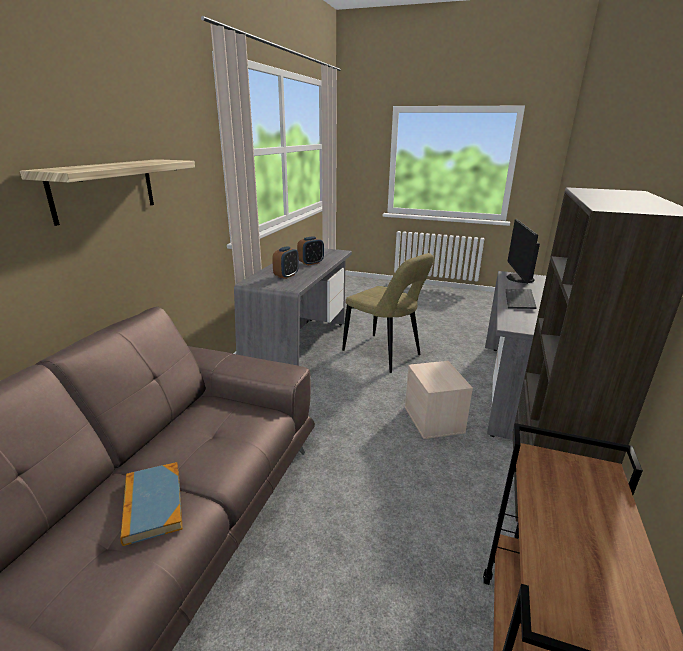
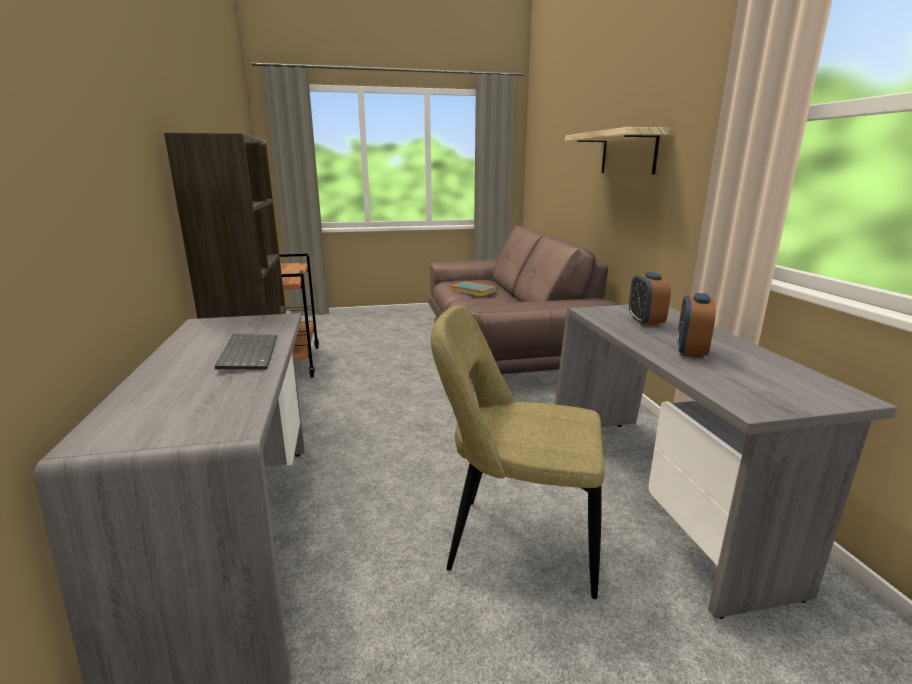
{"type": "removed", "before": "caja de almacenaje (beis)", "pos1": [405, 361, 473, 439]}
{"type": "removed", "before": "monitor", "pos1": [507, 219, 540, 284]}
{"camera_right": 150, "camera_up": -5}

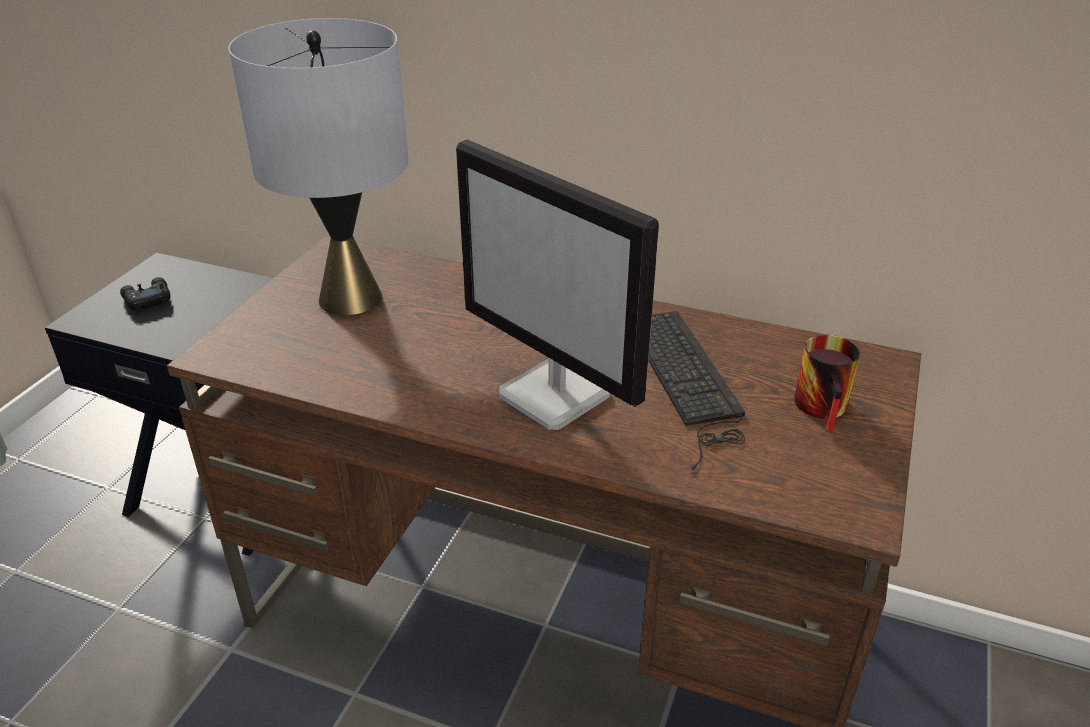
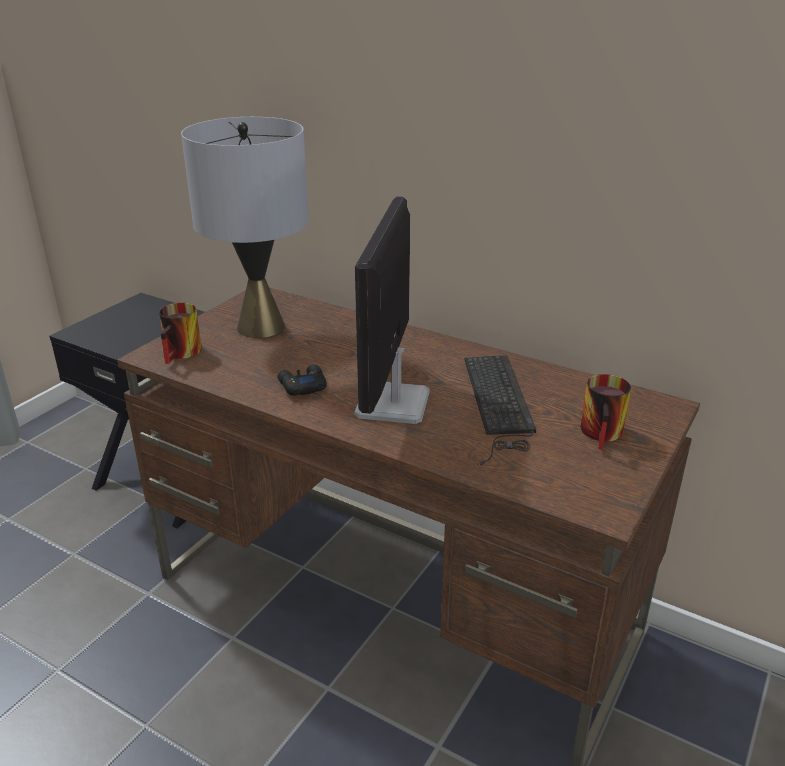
{"type": "added", "after": "taza grande", "pos2": [159, 303, 202, 364]}
{"type": "moved", "before": "mando de consola (negro)", "pos1": [120, 277, 171, 310], "pos2": [277, 365, 327, 396]}
{"type": "turned", "before": "monitor", "pos1": [456, 140, 659, 430], "pos2": [354, 196, 430, 424], "turn": 45}
{"camera_right": 10, "camera_up": -5}

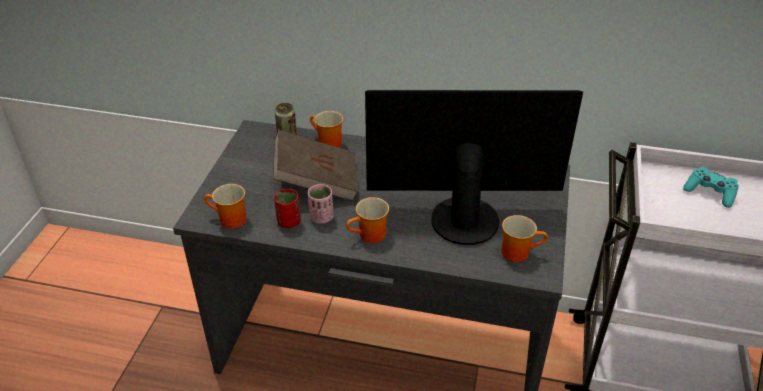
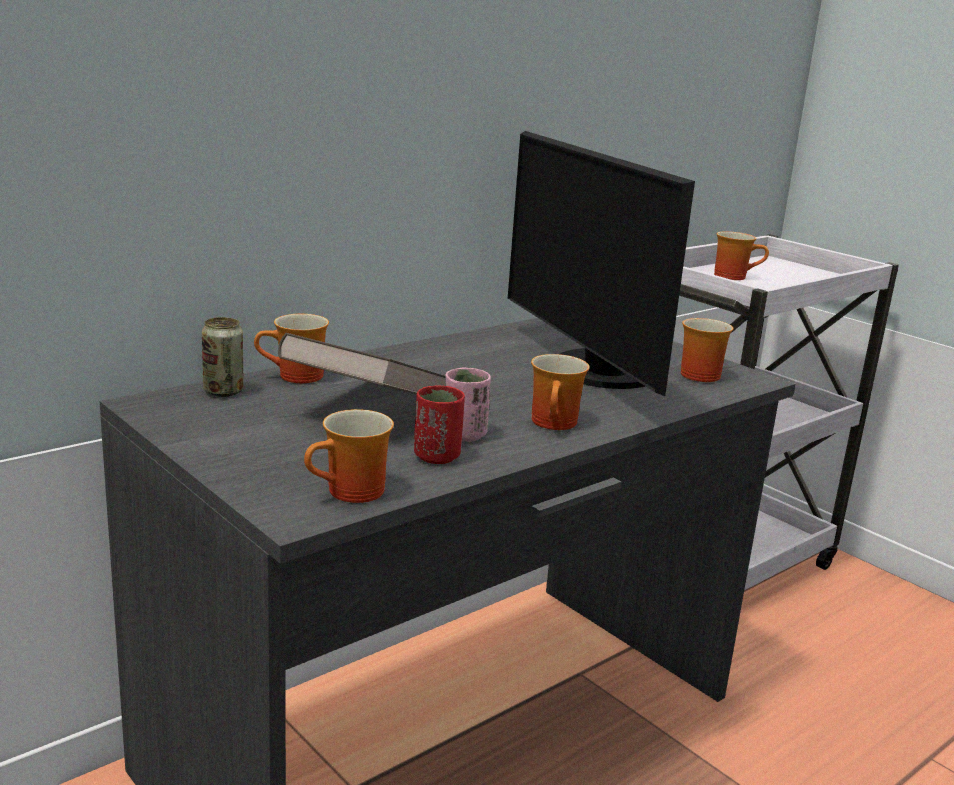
{"type": "replaced", "before": "mando de consola (turquesa)", "after": "taza grande", "pos1": [683, 167, 739, 208], "pos2": [714, 231, 769, 280]}
{"type": "turned", "before": "monitor", "pos1": [365, 90, 583, 245], "pos2": [508, 131, 695, 396], "turn": -60}
{"camera_right": -55, "camera_up": -20}

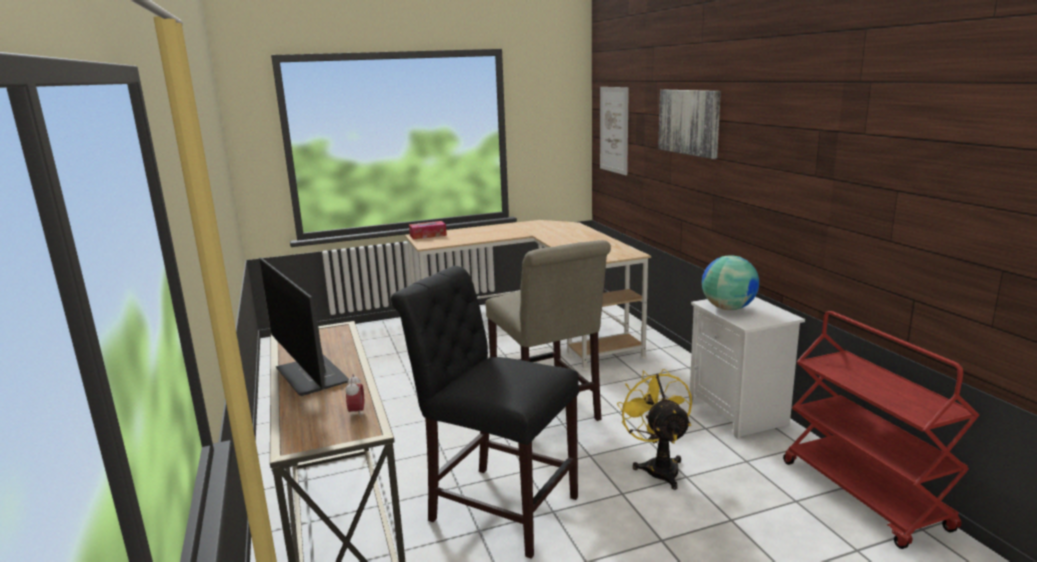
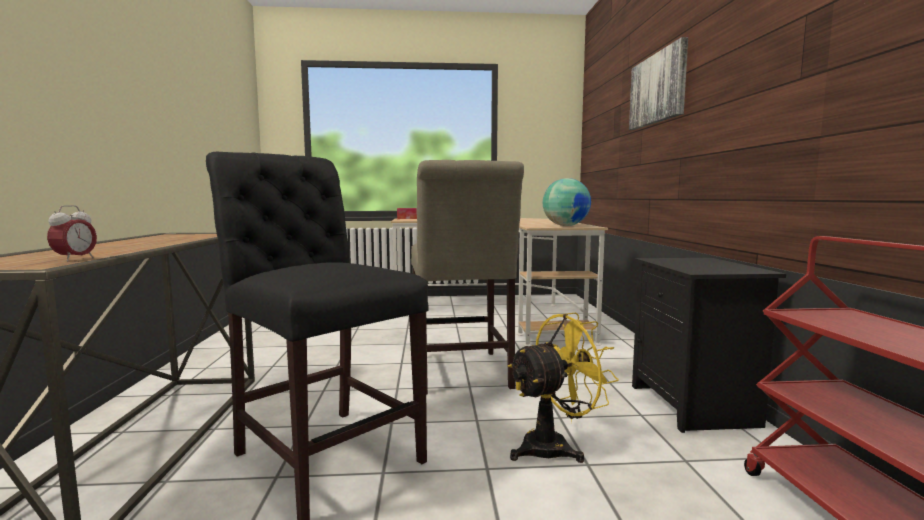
{"type": "removed", "before": "monitor", "pos1": [259, 258, 349, 396]}
{"type": "removed", "before": "cuadro", "pos1": [600, 87, 629, 175]}
{"type": "moved", "before": "globo terráqueo", "pos1": [702, 255, 759, 310], "pos2": [543, 178, 591, 226]}
{"type": "recoloured", "before": "mesita de noche (blanco)", "after": "mesita de noche (negro)", "pos1": [689, 297, 805, 439], "pos2": [632, 258, 786, 433]}
{"type": "turned", "before": "ventilador (amarillo)", "pos1": [617, 369, 692, 490], "pos2": [507, 312, 619, 463], "turn": 60}
{"camera_right": 15, "camera_up": -10}

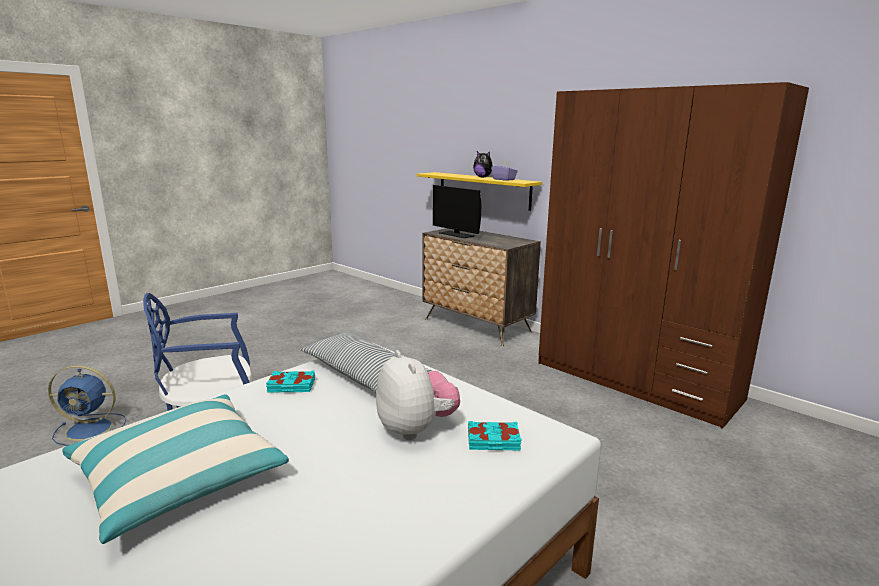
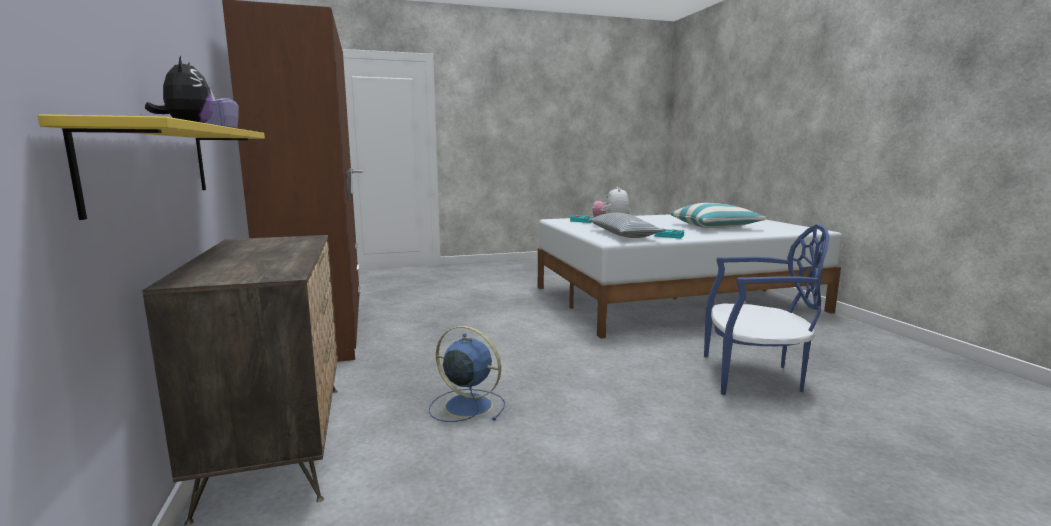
{"type": "removed", "before": "monitor", "pos1": [433, 185, 481, 238]}
{"type": "moved", "before": "ventilador (azul)", "pos1": [48, 365, 126, 446], "pos2": [429, 326, 505, 422]}
{"camera_right": -150, "camera_up": -5}

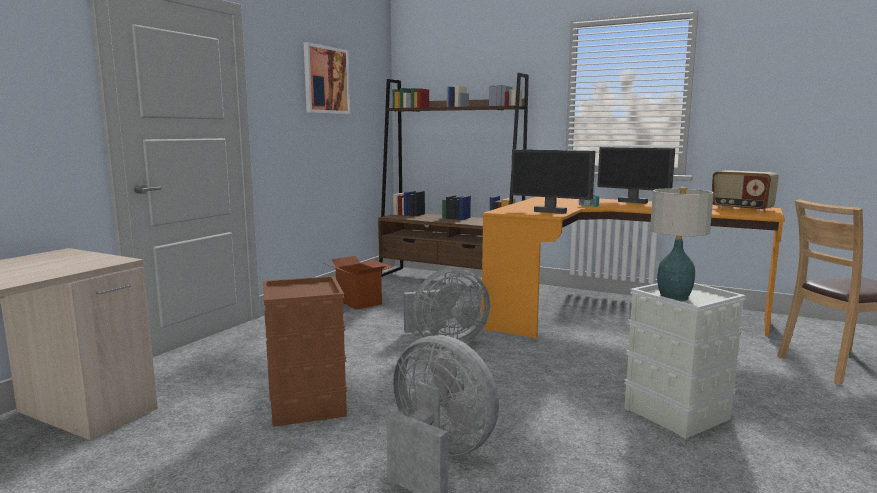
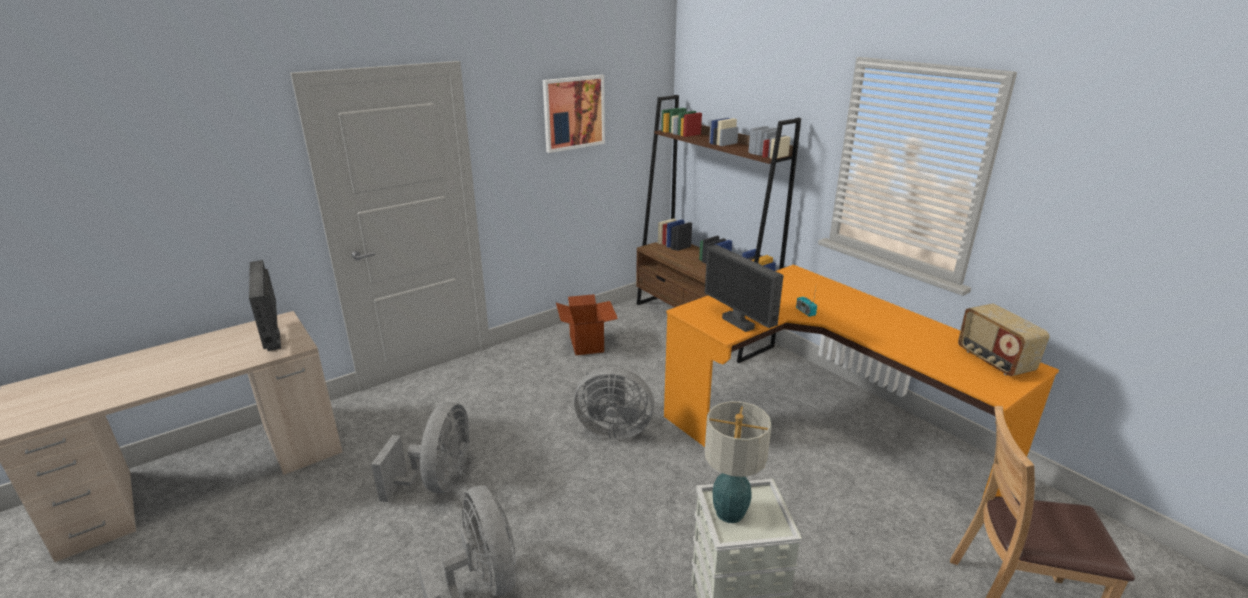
{"type": "moved", "before": "monitor", "pos1": [597, 147, 675, 204], "pos2": [249, 260, 281, 351]}
{"type": "replaced", "before": "caja de almacenaje (marrón)", "after": "ventilador (gris)", "pos1": [263, 276, 347, 427], "pos2": [371, 402, 470, 502]}
{"camera_right": 25, "camera_up": 15}

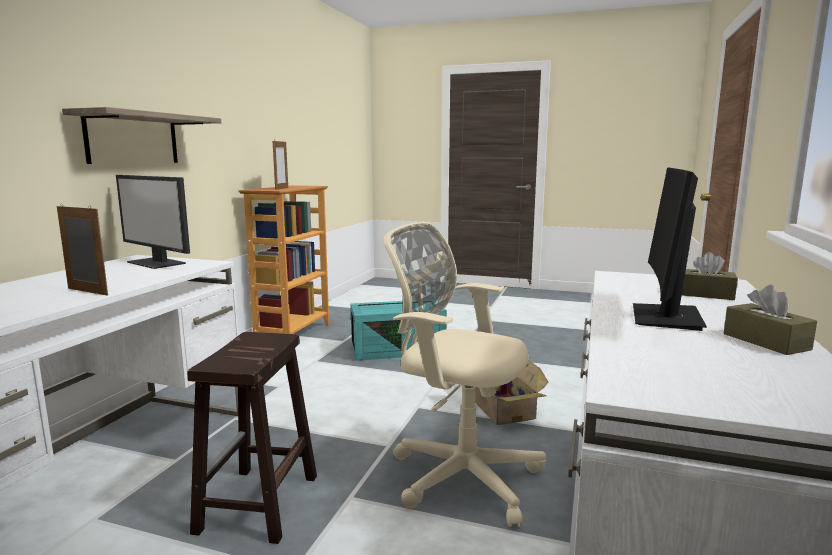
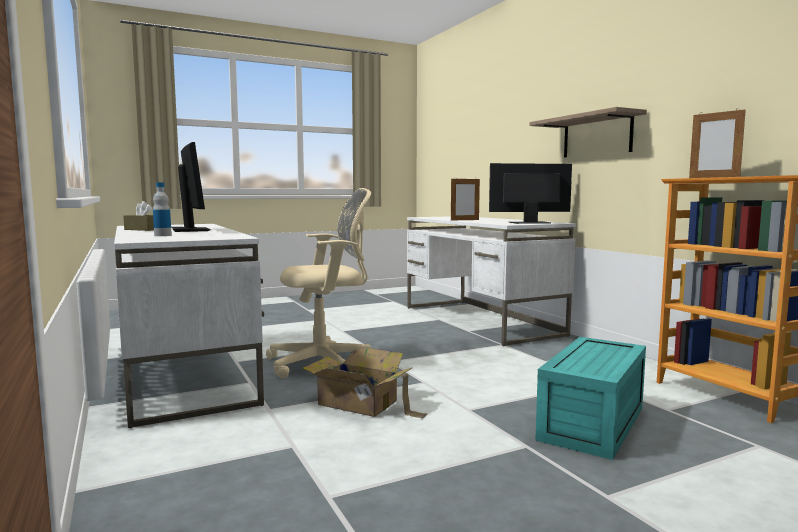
{"type": "removed", "before": "taburete (marrón)", "pos1": [187, 332, 317, 544]}
{"type": "replaced", "before": "caja de pañuelos (marrón)", "after": "botella", "pos1": [682, 252, 738, 300], "pos2": [153, 182, 172, 236]}
{"camera_right": 135, "camera_up": -5}

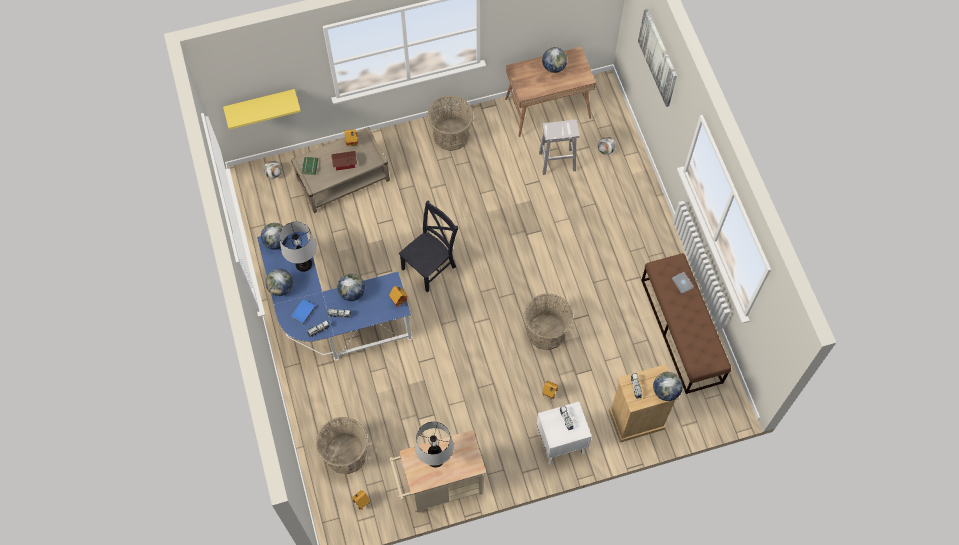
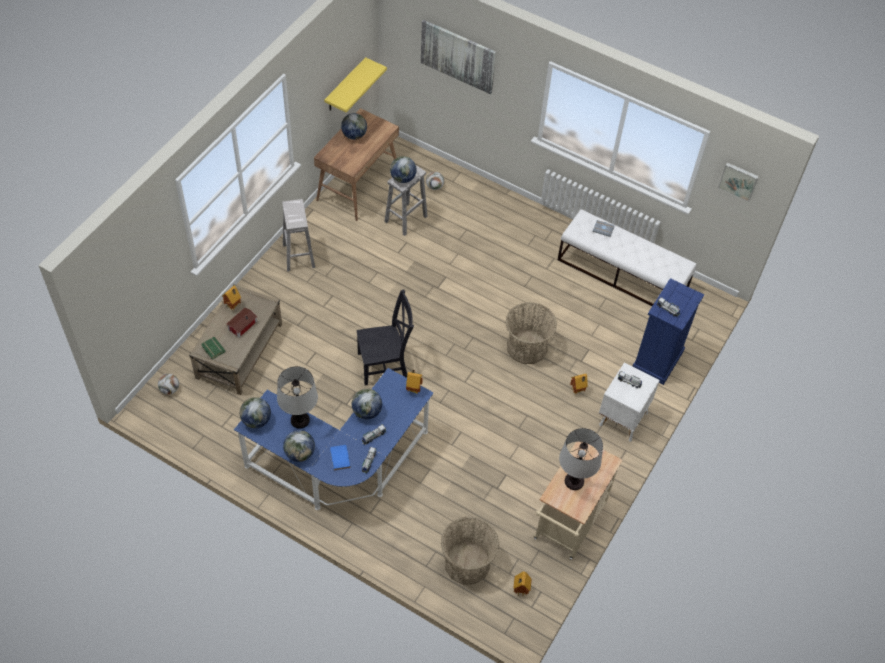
{"type": "added", "after": "cuadro", "pos2": [718, 162, 759, 202]}
{"type": "moved", "before": "estante (amarillo)", "pos1": [223, 89, 301, 130], "pos2": [324, 57, 387, 112]}
{"type": "moved", "before": "globo terráqueo", "pos1": [653, 372, 683, 401], "pos2": [390, 156, 417, 183]}
{"type": "replaced", "before": "cesta", "after": "taburete (blanco)", "pos1": [428, 96, 473, 151], "pos2": [282, 199, 315, 272]}
{"type": "recoloured", "before": "cómoda (beis)", "after": "cómoda (azul)", "pos1": [609, 364, 679, 443], "pos2": [633, 278, 704, 385]}
{"type": "recoloured", "before": "banco (marrón)", "after": "banco (blanco)", "pos1": [641, 253, 731, 394], "pos2": [558, 209, 697, 306]}
{"type": "turned", "before": "silla (negro)", "pos1": [399, 200, 459, 293], "pos2": [356, 289, 414, 386], "turn": 75}
{"camera_right": -45, "camera_up": -10}

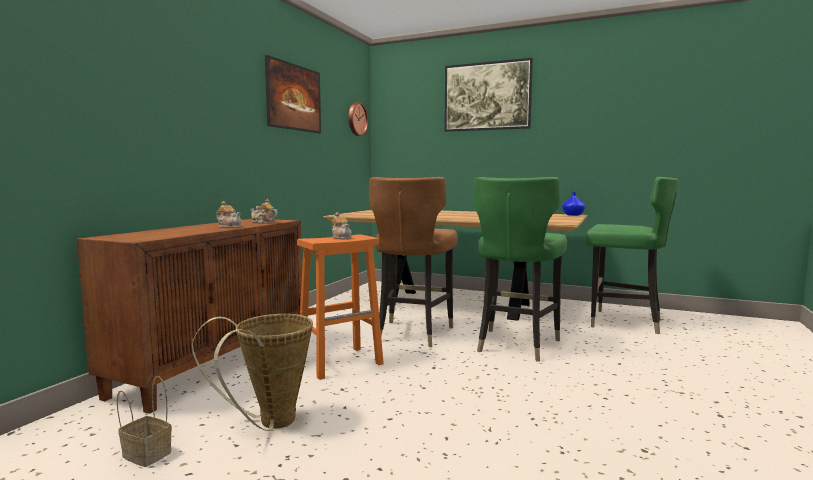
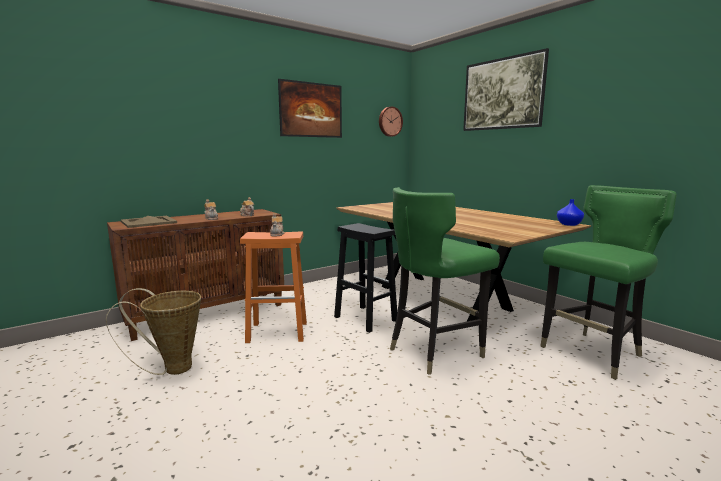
{"type": "removed", "before": "cesta", "pos1": [117, 376, 172, 467]}
{"type": "added", "after": "bandeja (beis)", "pos2": [121, 216, 177, 228]}
{"type": "replaced", "before": "silla (marrón)", "after": "taburete (negro)", "pos1": [369, 177, 458, 347], "pos2": [334, 223, 397, 333]}
{"type": "turned", "before": "silla (verde)", "pos1": [586, 177, 679, 334], "pos2": [540, 185, 677, 380], "turn": -90}
{"camera_right": 30, "camera_up": 5}

